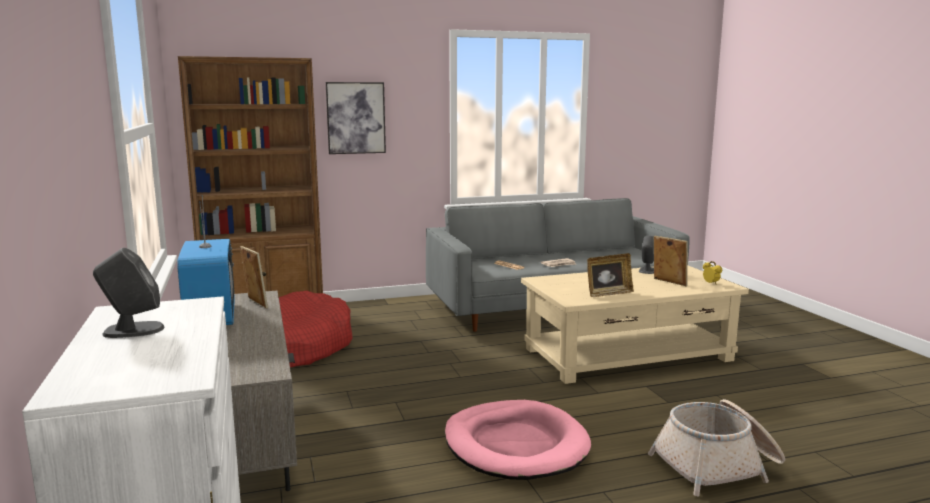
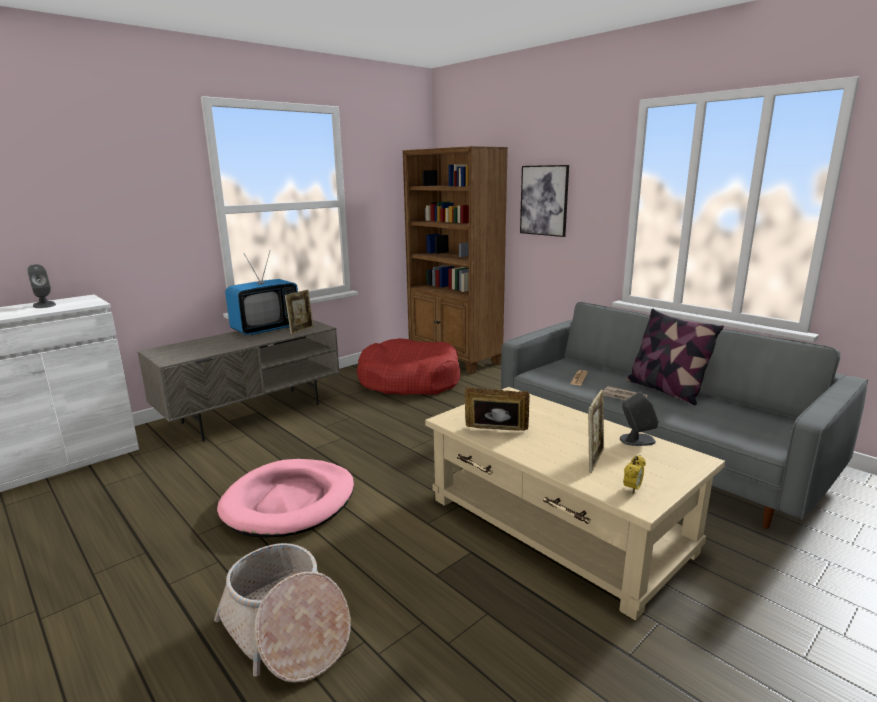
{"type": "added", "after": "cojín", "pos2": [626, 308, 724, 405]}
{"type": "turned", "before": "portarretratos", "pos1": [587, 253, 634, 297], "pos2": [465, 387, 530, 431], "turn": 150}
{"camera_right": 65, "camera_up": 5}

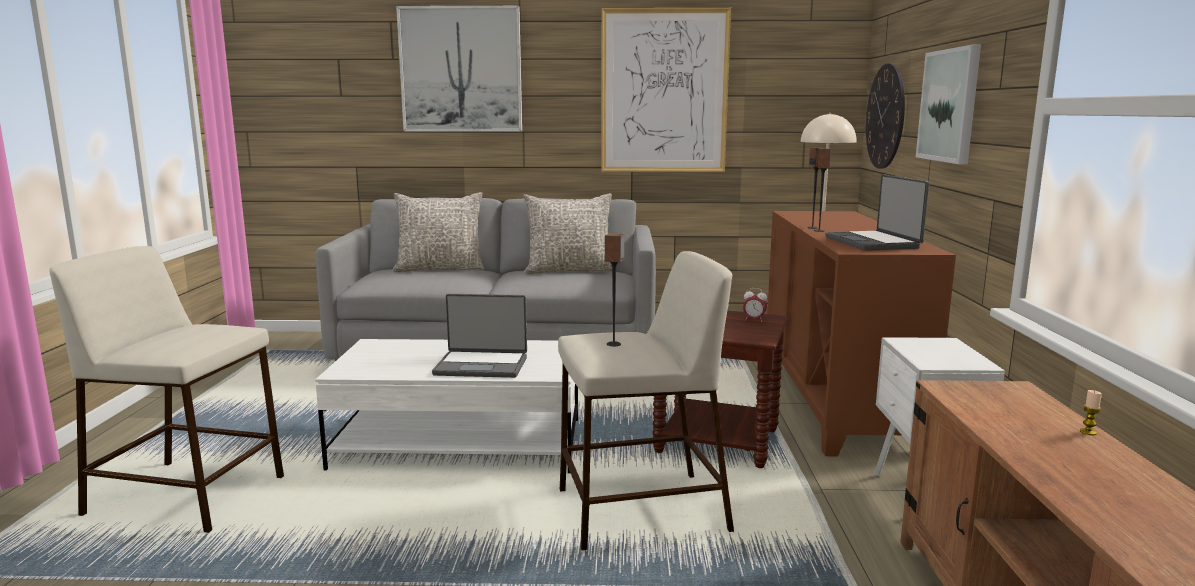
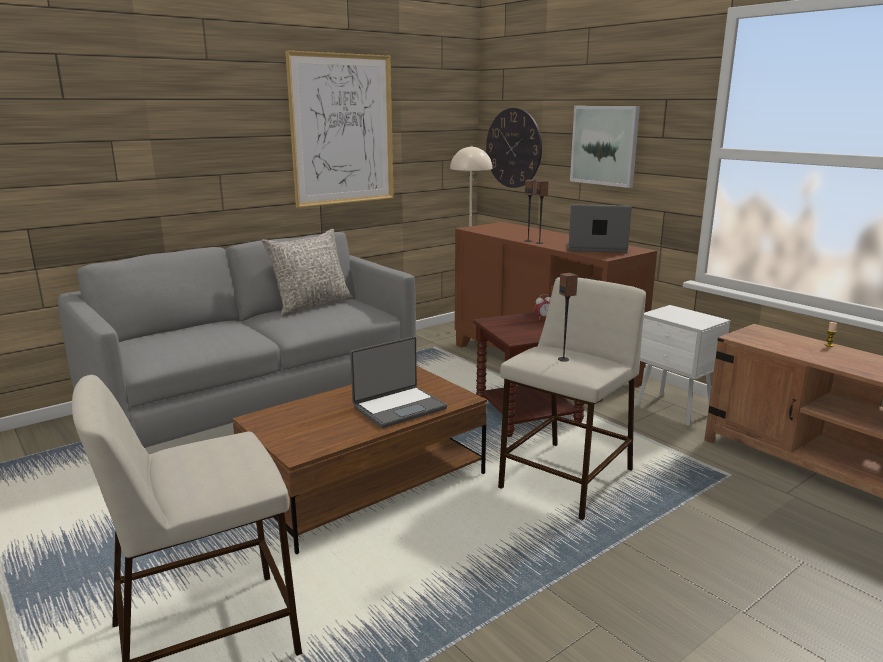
{"type": "removed", "before": "cojín (gris)", "pos1": [392, 192, 484, 272]}
{"type": "removed", "before": "cuadro", "pos1": [396, 6, 522, 132]}
{"type": "recoloured", "before": "mesa de centro (blanco)", "after": "mesa de centro (marrón)", "pos1": [315, 339, 578, 473], "pos2": [232, 366, 487, 554]}
{"type": "turned", "before": "portátil", "pos1": [825, 175, 929, 251], "pos2": [568, 204, 632, 253], "turn": 150}
{"camera_right": -40, "camera_up": 5}

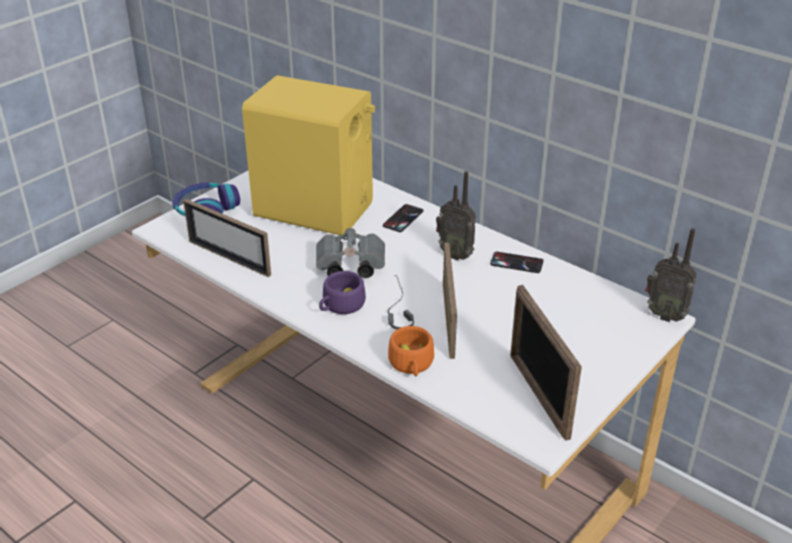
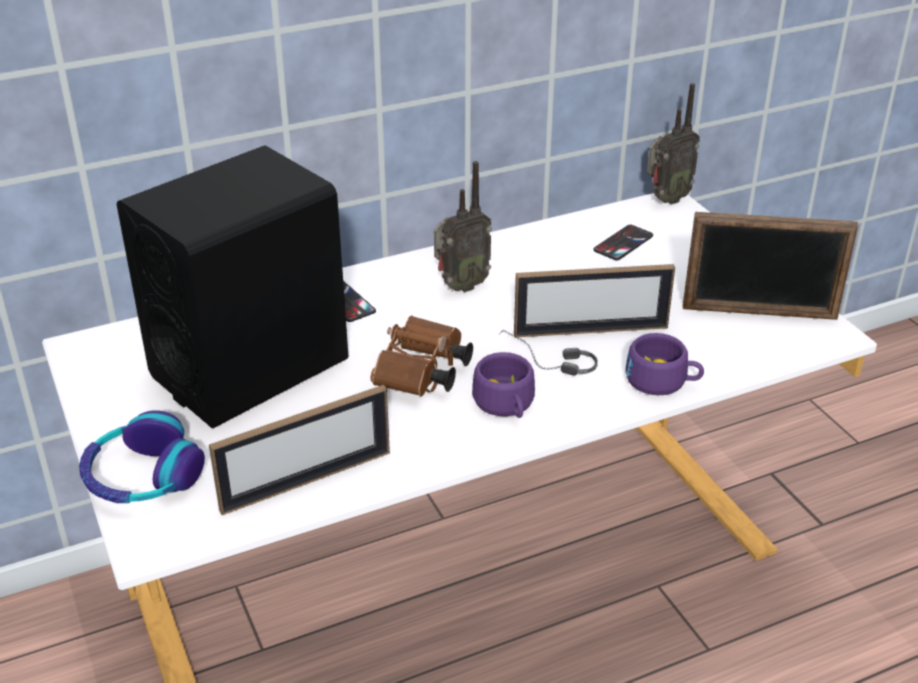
{"type": "moved", "before": "móvil", "pos1": [490, 252, 544, 273], "pos2": [593, 225, 653, 260]}
{"type": "recoloured", "before": "altavoz (amarillo)", "after": "altavoz (negro)", "pos1": [242, 75, 375, 235], "pos2": [117, 145, 348, 428]}
{"type": "recoloured", "before": "prismáticos (gris)", "after": "prismáticos (marrón)", "pos1": [316, 228, 385, 278], "pos2": [370, 316, 473, 396]}
{"type": "recoloured", "before": "taza (naranja)", "after": "taza (morado)", "pos1": [388, 326, 434, 376], "pos2": [625, 333, 704, 395]}
{"type": "turned", "before": "portarretratos", "pos1": [443, 243, 457, 359], "pos2": [514, 264, 675, 338], "turn": 150}
{"camera_right": -65, "camera_up": 0}

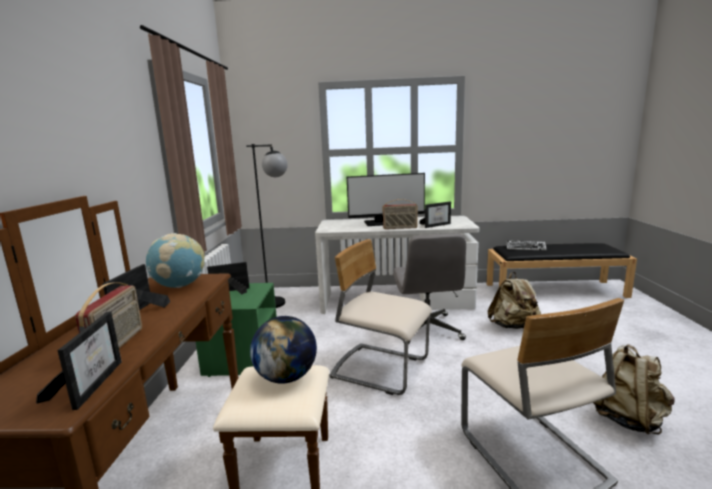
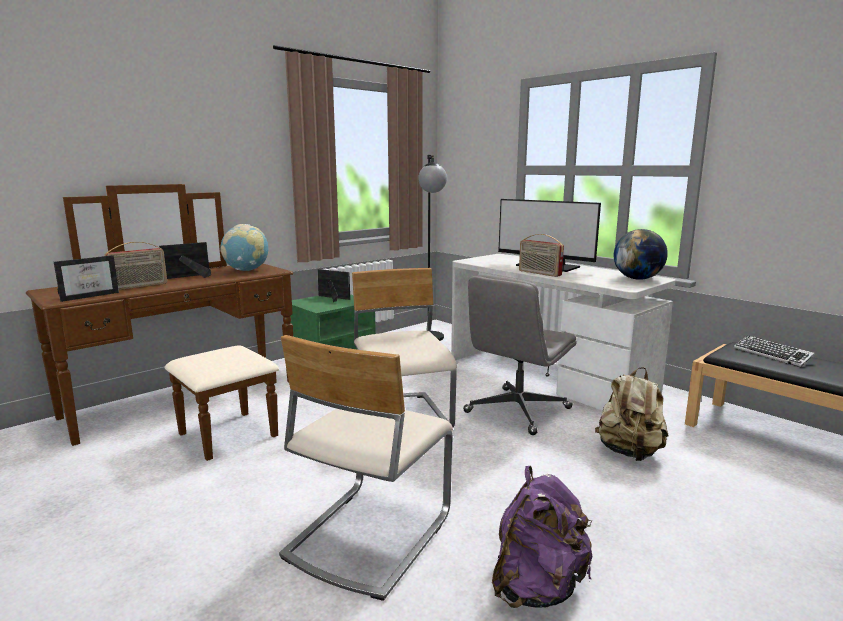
{"type": "removed", "before": "portarretratos", "pos1": [419, 202, 451, 228]}
{"type": "moved", "before": "globo terráqueo", "pos1": [250, 316, 317, 384], "pos2": [614, 229, 668, 280]}
{"type": "recoloured", "before": "mochila (beis)", "after": "mochila (morado)", "pos1": [593, 344, 675, 435], "pos2": [492, 466, 593, 608]}
{"camera_right": 45, "camera_up": 0}

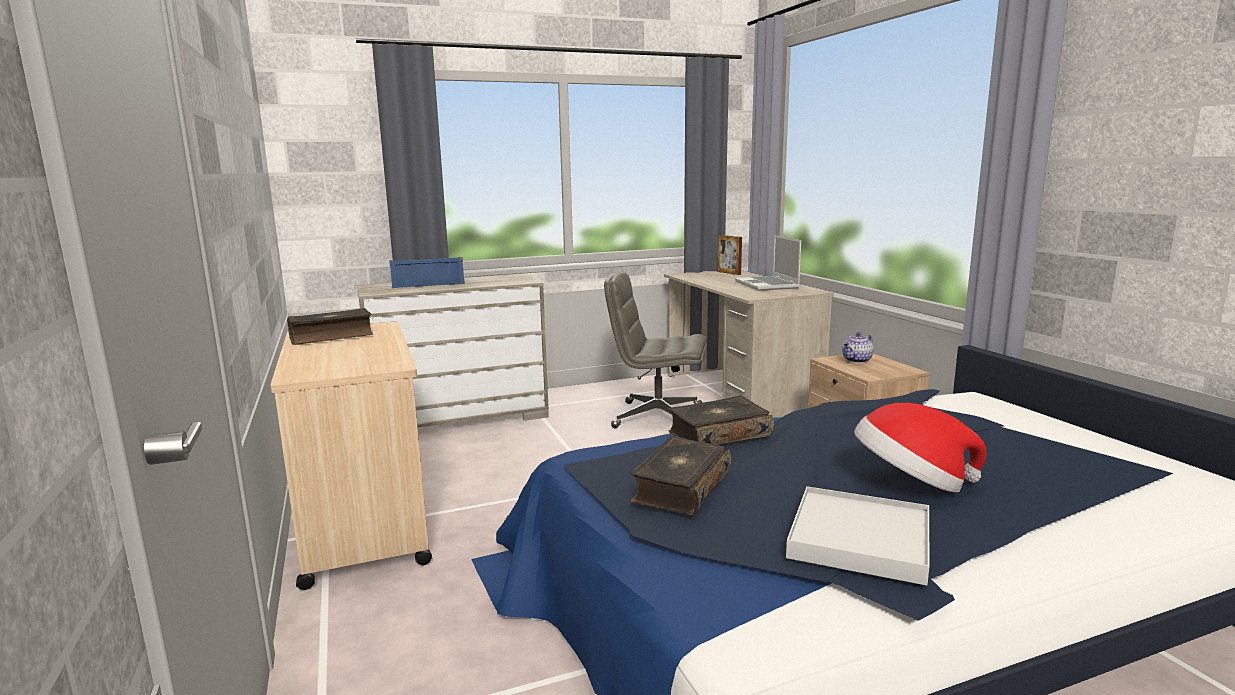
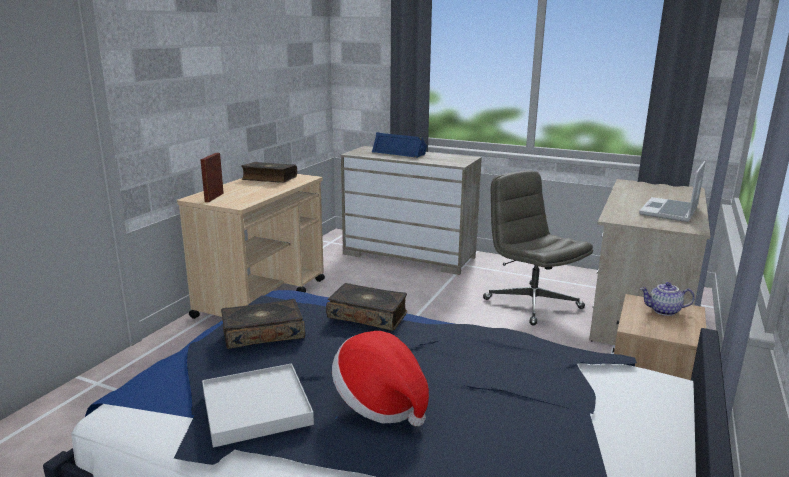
{"type": "moved", "before": "portarretratos", "pos1": [718, 235, 742, 275], "pos2": [200, 153, 224, 202]}
{"camera_right": 45, "camera_up": 5}

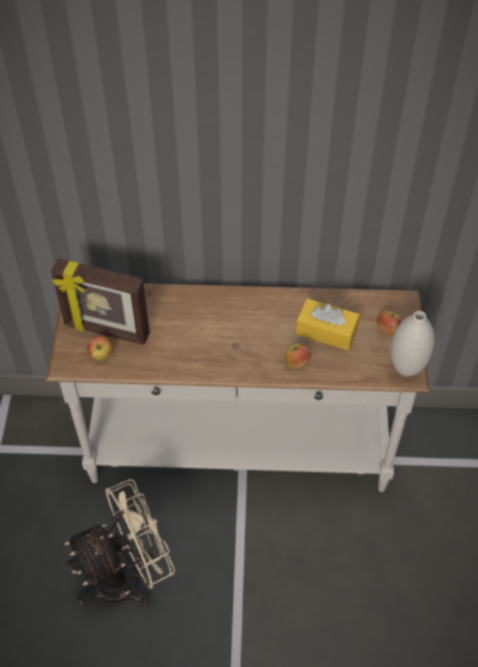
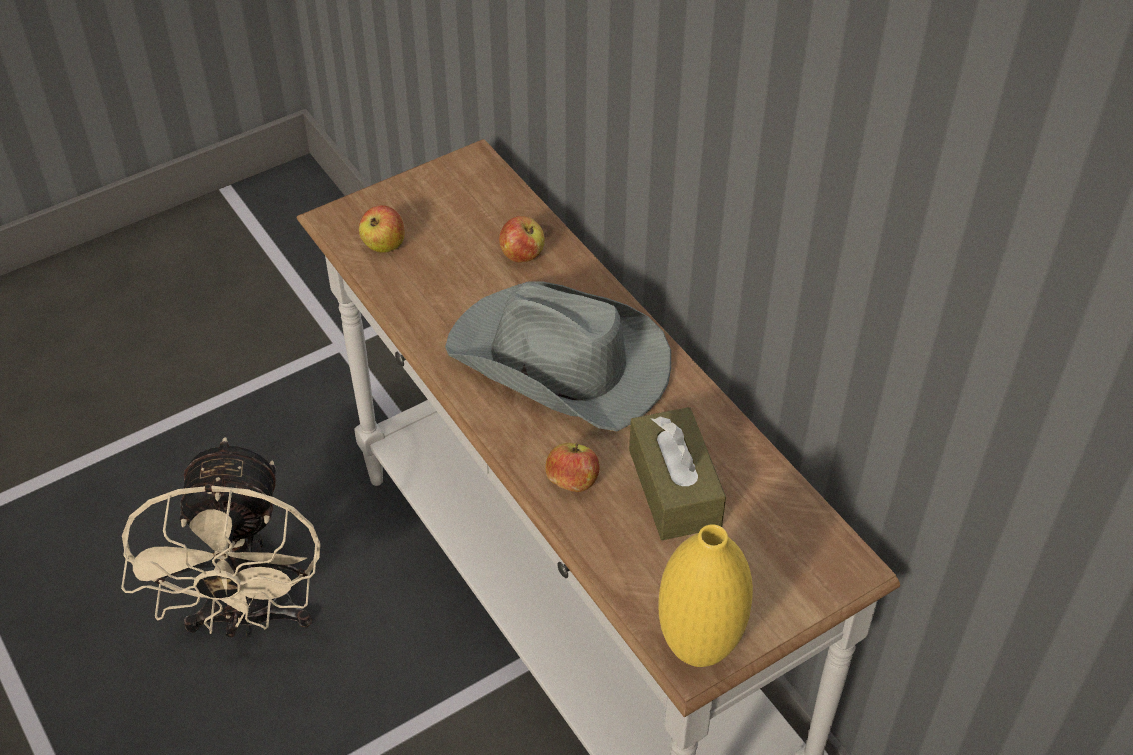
{"type": "removed", "before": "portarretratos", "pos1": [51, 258, 150, 345]}
{"type": "added", "after": "sombrero (gris)", "pos2": [445, 281, 671, 431]}
{"type": "moved", "before": "manzana", "pos1": [376, 311, 402, 335], "pos2": [499, 216, 545, 262]}
{"type": "recoloured", "before": "caja de pañuelos (amarillo)", "after": "caja de pañuelos (marrón)", "pos1": [296, 299, 360, 351], "pos2": [629, 407, 726, 540]}
{"type": "recoloured", "before": "florero (blanco)", "after": "florero (amarillo)", "pos1": [391, 311, 435, 377], "pos2": [658, 524, 753, 667]}
{"type": "turned", "before": "ventilador (beis)", "pos1": [64, 479, 175, 607], "pos2": [121, 437, 321, 638], "turn": 60}
{"camera_right": 55, "camera_up": -5}

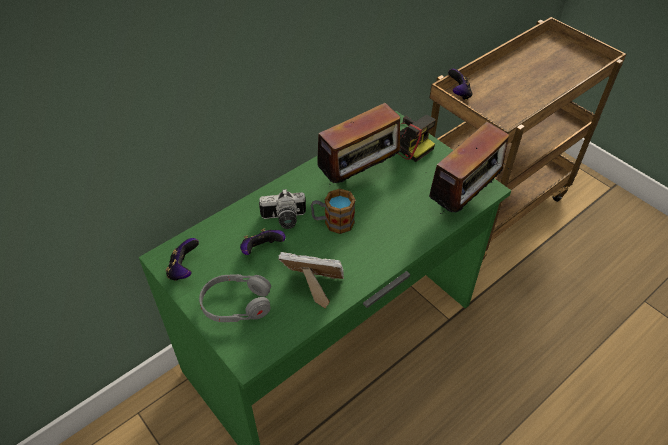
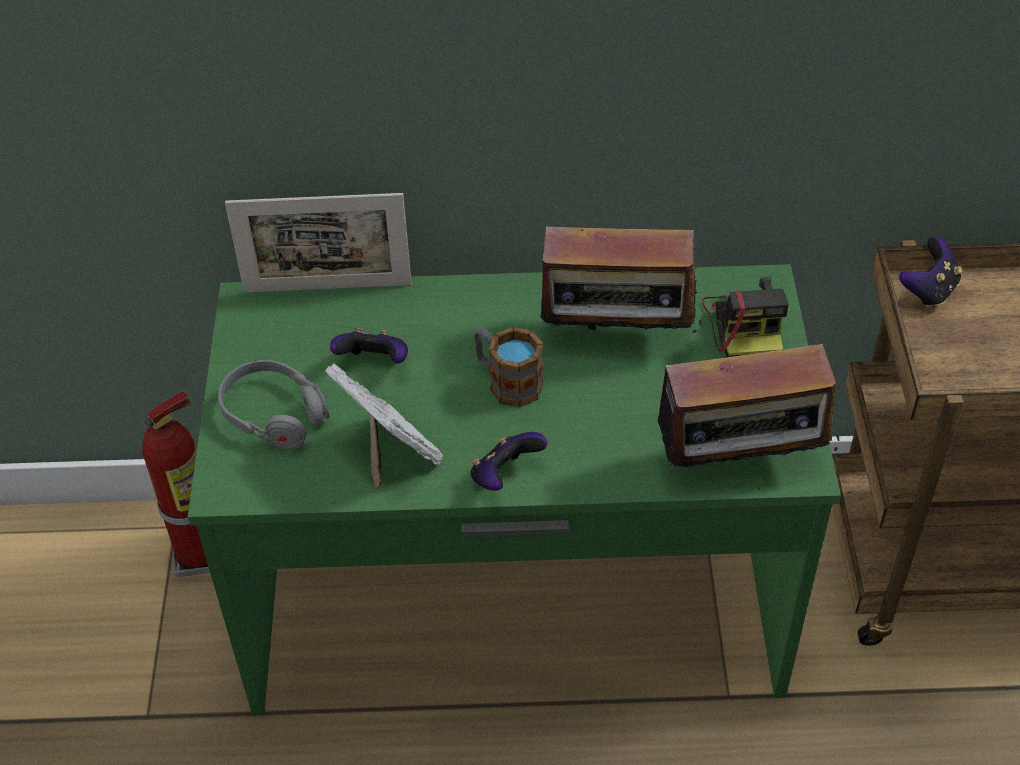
{"type": "removed", "before": "cámara", "pos1": [259, 189, 306, 229]}
{"type": "added", "after": "extintor", "pos2": [142, 390, 210, 577]}
{"type": "added", "after": "portarretratos", "pos2": [225, 193, 412, 292]}
{"type": "moved", "before": "mando de consola", "pos1": [166, 238, 199, 281], "pos2": [471, 432, 547, 491]}
{"camera_right": 40, "camera_up": 0}

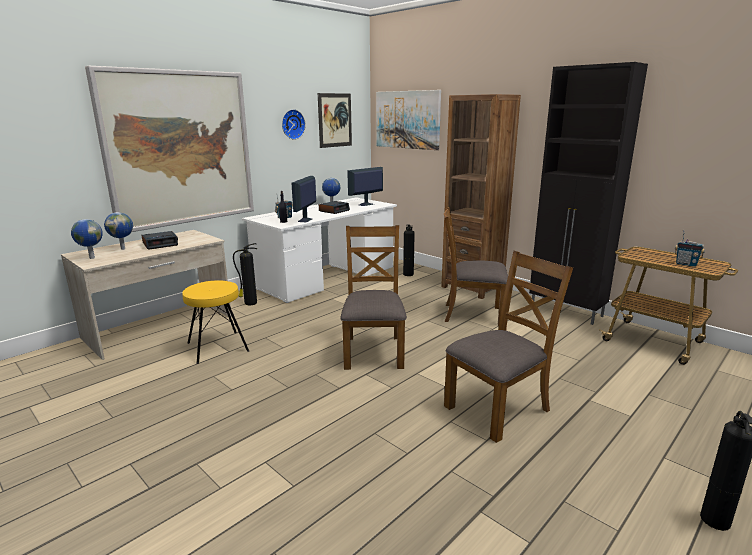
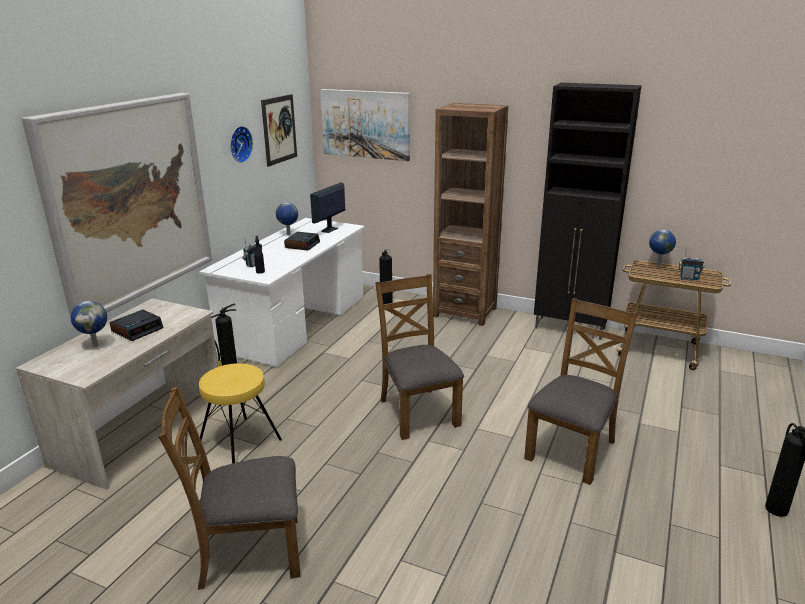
{"type": "removed", "before": "monitor", "pos1": [291, 176, 316, 222]}
{"type": "moved", "before": "globo terráqueo", "pos1": [71, 219, 103, 259], "pos2": [649, 229, 676, 265]}
{"type": "moved", "before": "silla (marrón)", "pos1": [444, 207, 508, 326], "pos2": [159, 386, 301, 590]}
{"camera_right": -20, "camera_up": 5}

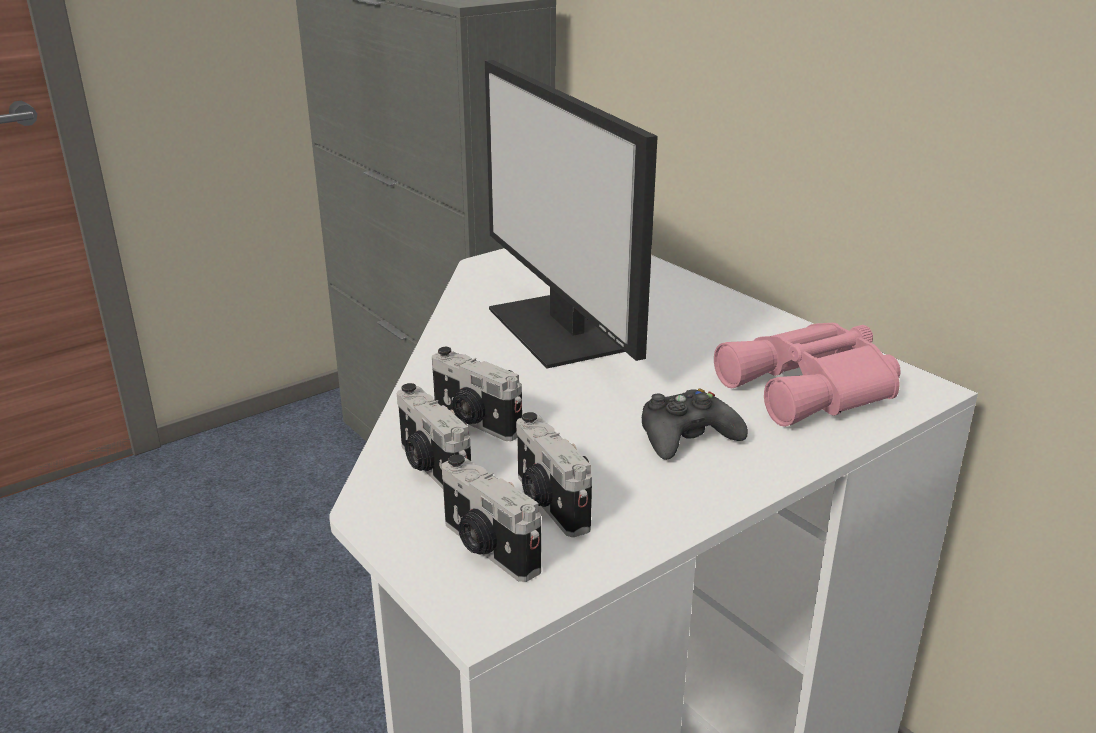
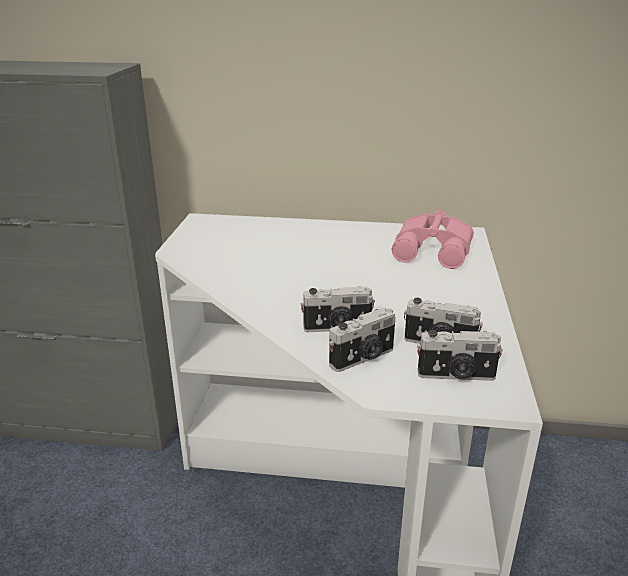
{"type": "removed", "before": "monitor", "pos1": [485, 60, 658, 369]}
{"type": "removed", "before": "mando de consola (negro)", "pos1": [642, 388, 748, 460]}
{"type": "turned", "before": "cámara", "pos1": [397, 383, 471, 489], "pos2": [329, 307, 395, 372], "turn": -45}
{"camera_right": -45, "camera_up": 0}

